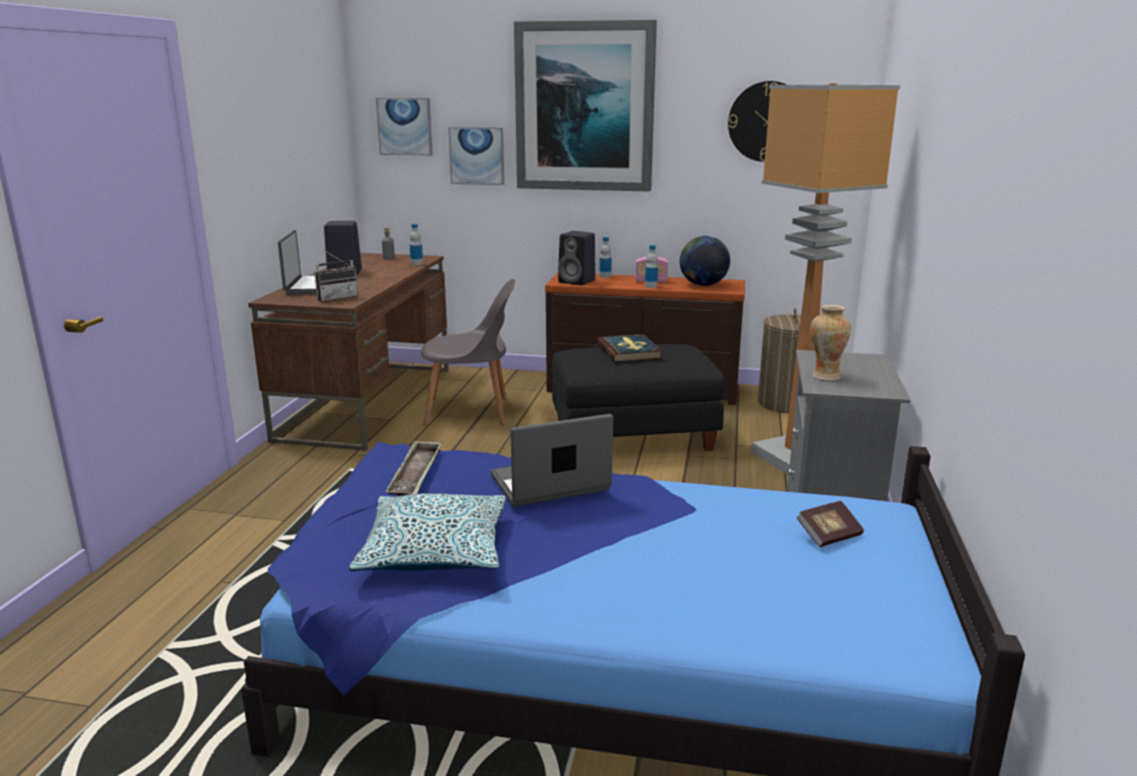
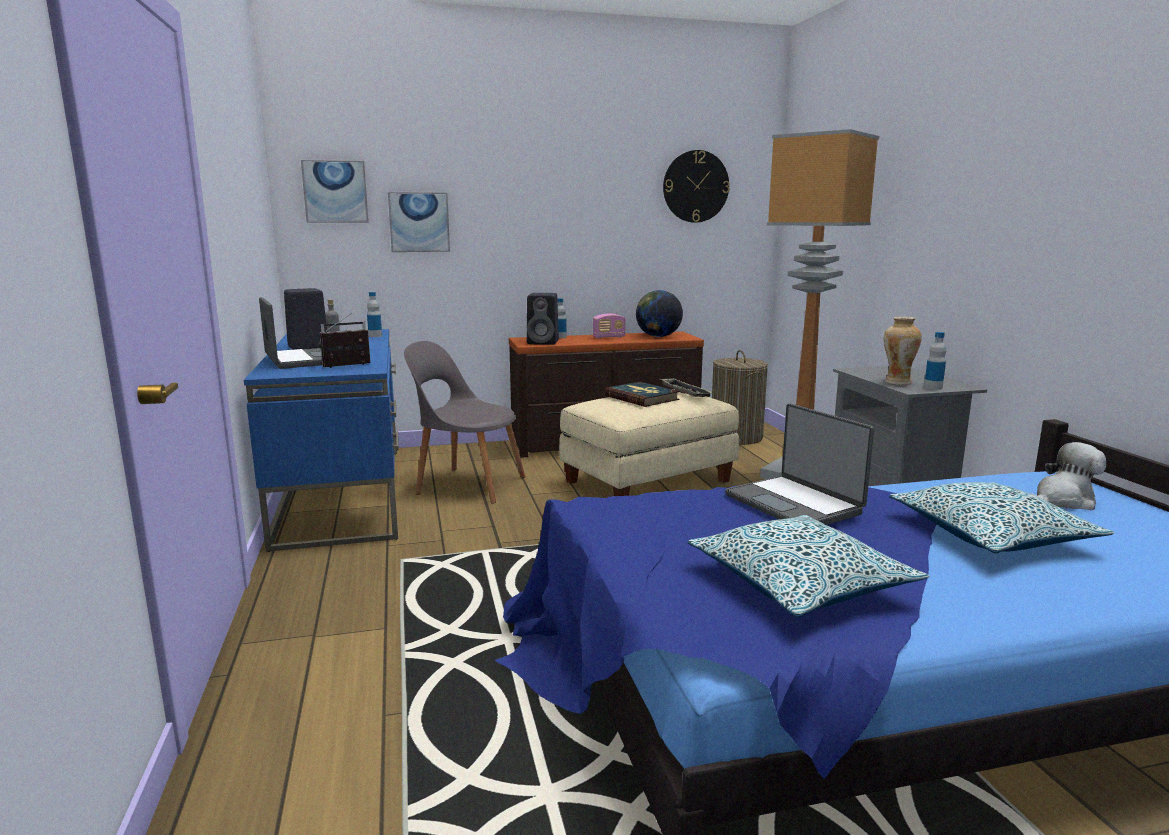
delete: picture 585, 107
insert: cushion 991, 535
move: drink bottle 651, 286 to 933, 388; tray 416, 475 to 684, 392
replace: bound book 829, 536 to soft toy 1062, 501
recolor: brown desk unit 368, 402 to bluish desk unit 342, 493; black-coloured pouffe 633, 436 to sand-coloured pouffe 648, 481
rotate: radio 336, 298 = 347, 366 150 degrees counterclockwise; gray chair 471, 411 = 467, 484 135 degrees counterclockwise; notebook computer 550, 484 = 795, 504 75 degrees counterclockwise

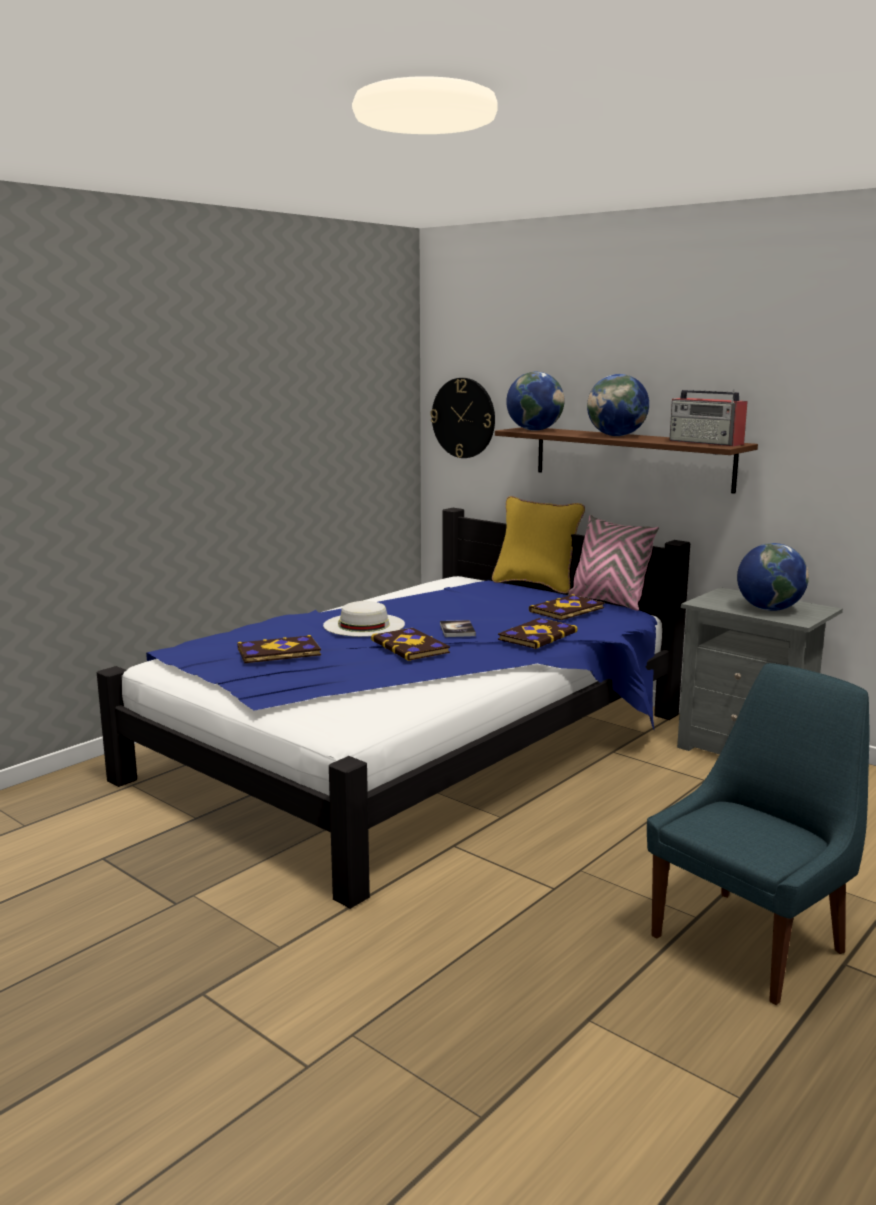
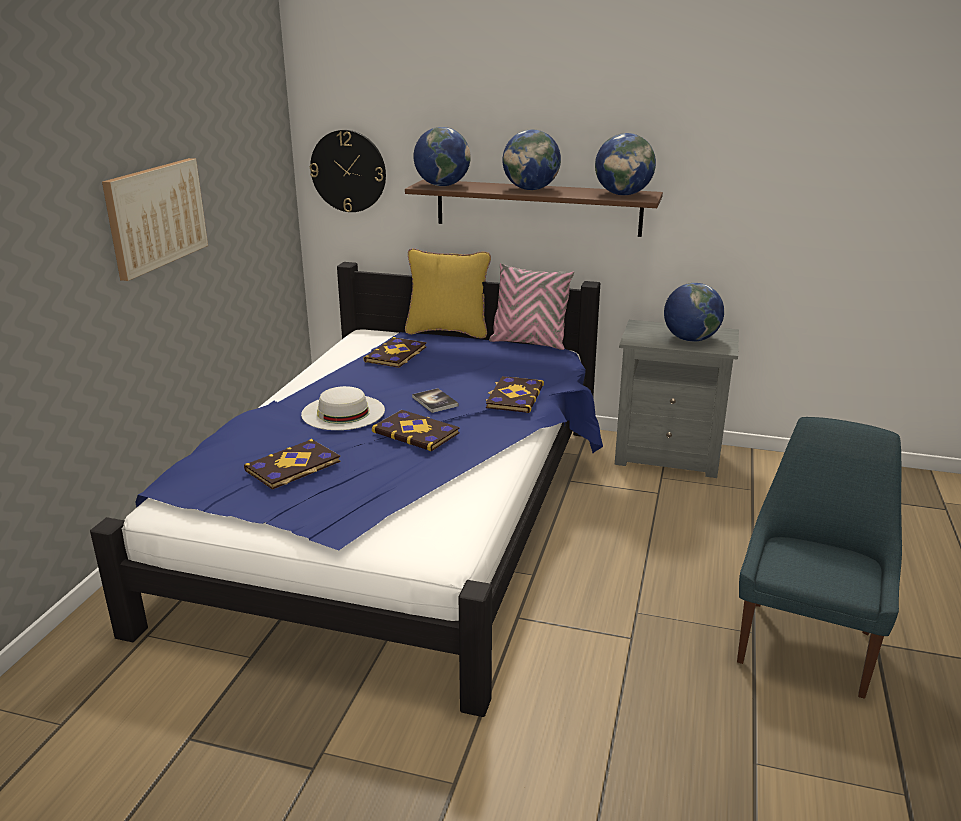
insert: picture 156, 216
move: bound book 567, 610 to 396, 354
replace: radio 706, 443 to world globe 623, 194

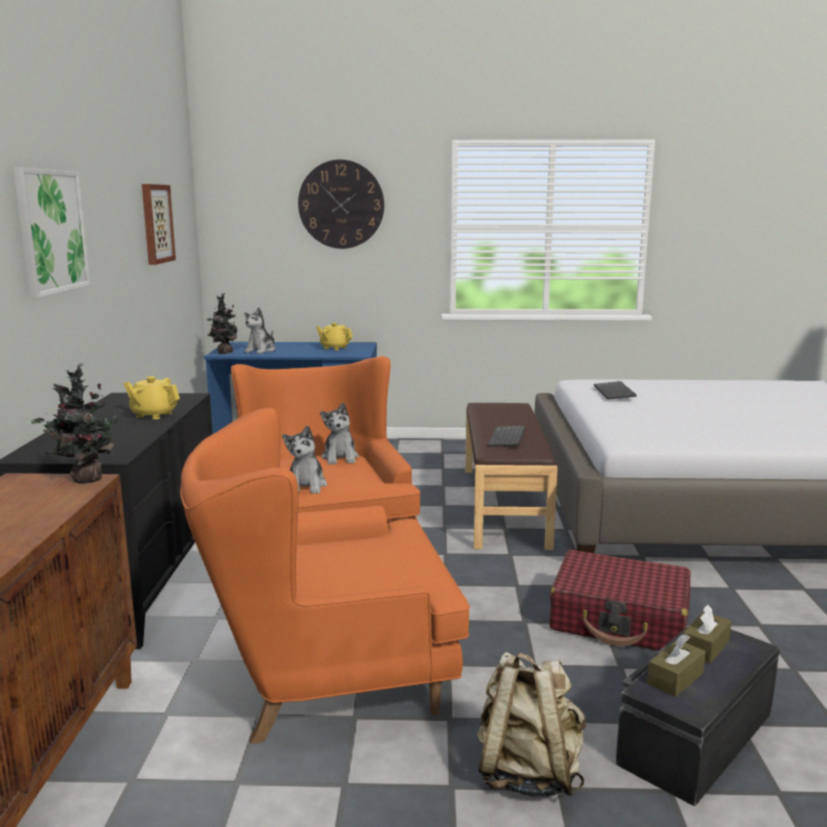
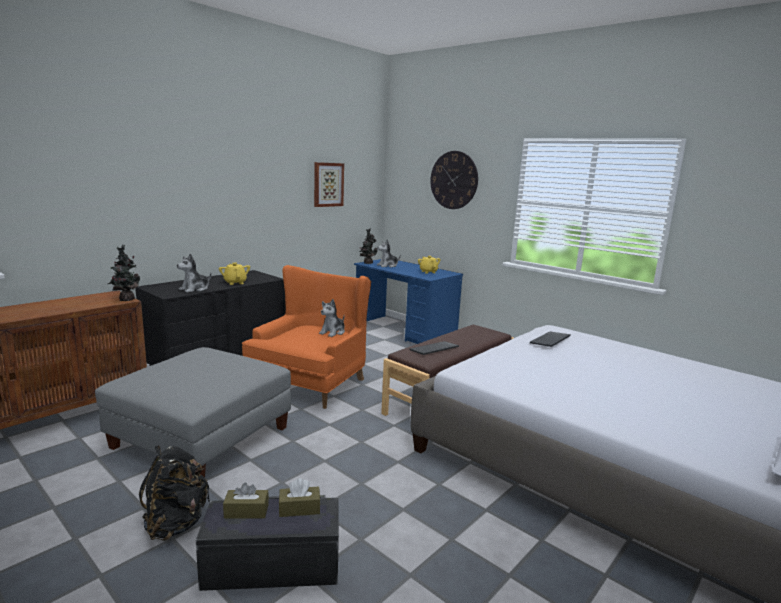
delete: picture 51, 231; red travel case 620, 619
move: soft toy 306, 486 to 195, 289
replace: orangey armchair 326, 674 to gray pouffe 201, 436
recolor: sand-coloured rucksack 527, 773 to black-coloured rucksack 176, 523

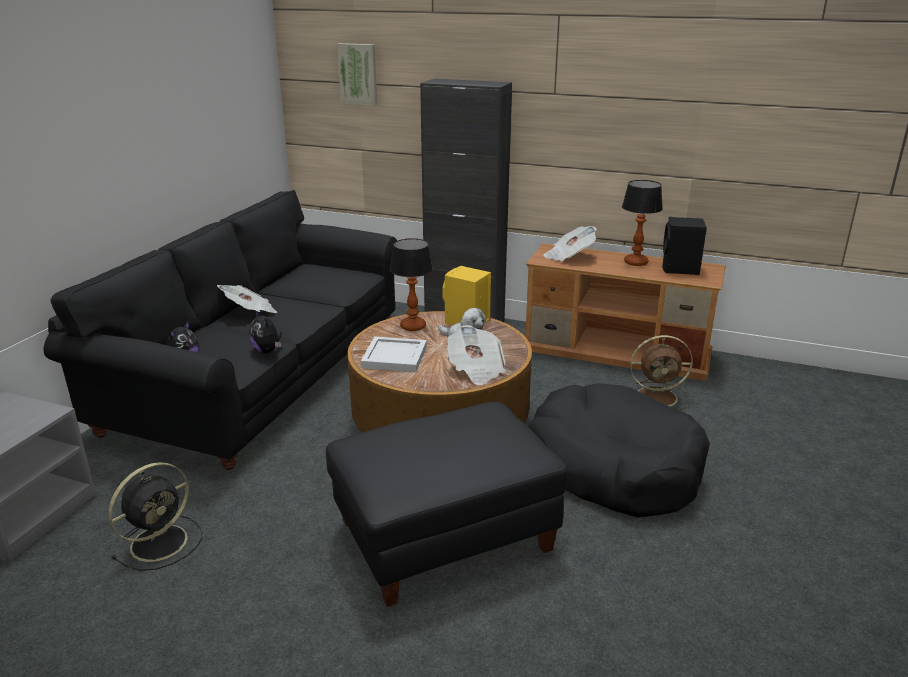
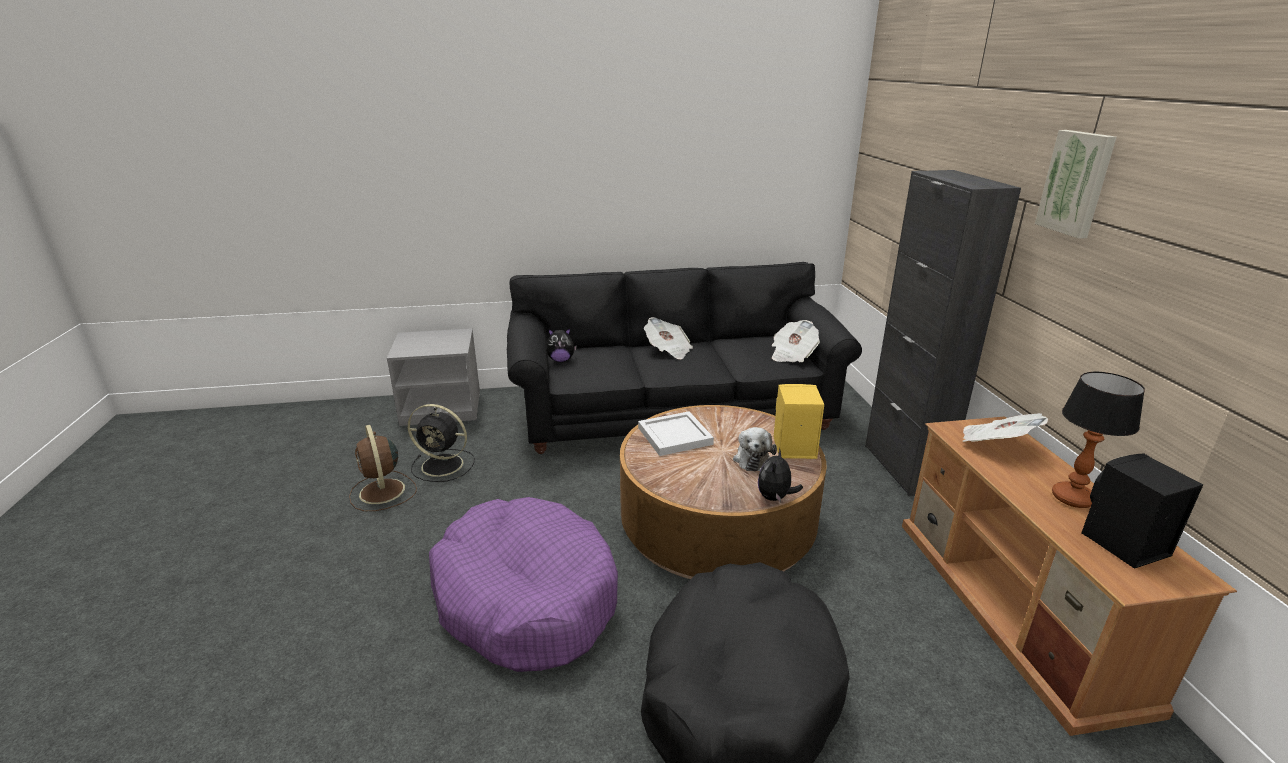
delete: tabletop lamp 412, 327
move: picture 358, 74 to 1076, 183; soft toy 267, 351 to 775, 498; newspaper 476, 370 to 793, 354; brown electric fan 658, 397 to 382, 492
replace: black-coloured pouffe 444, 537 to purple-coloured dog cushion 525, 598

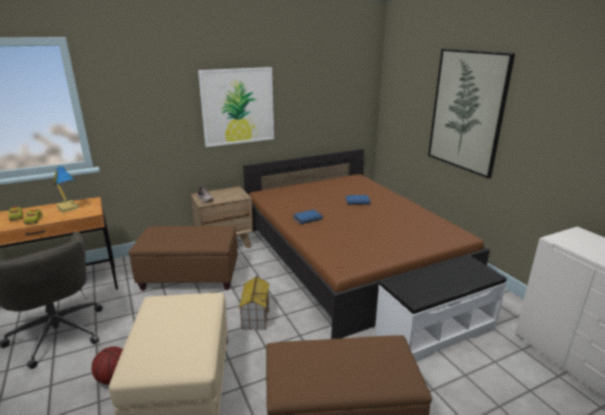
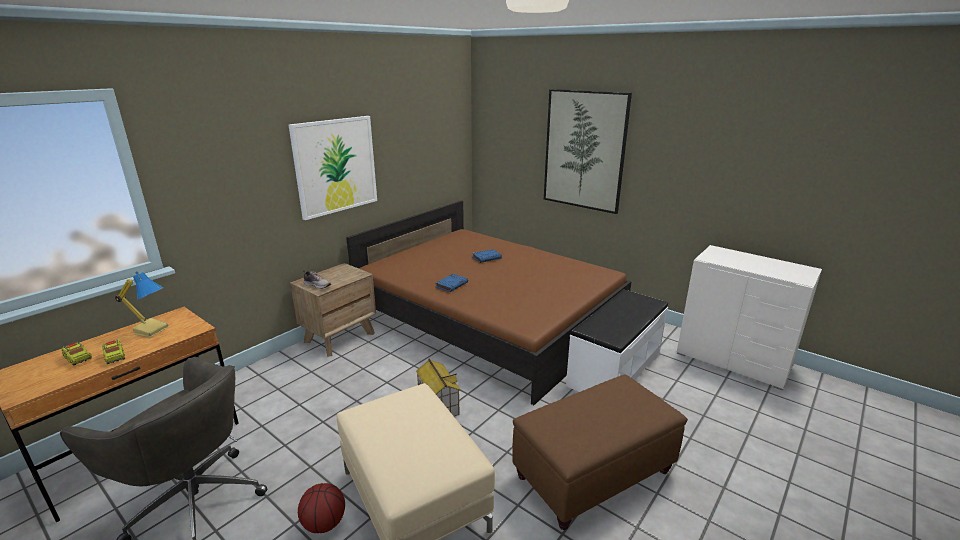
delete: brown pouffe 190, 277

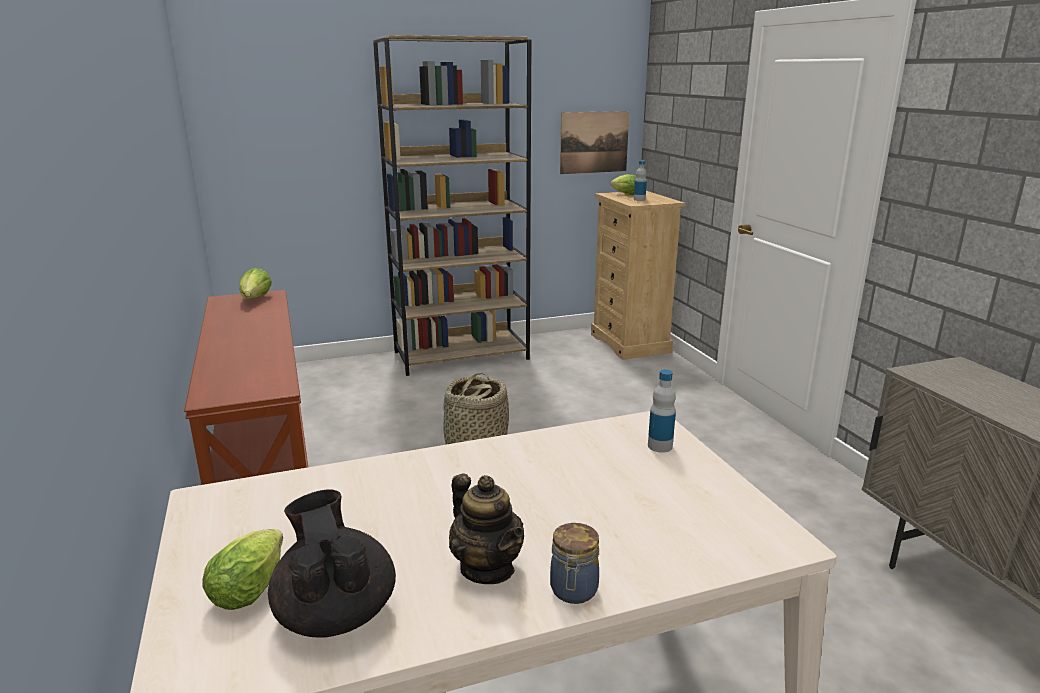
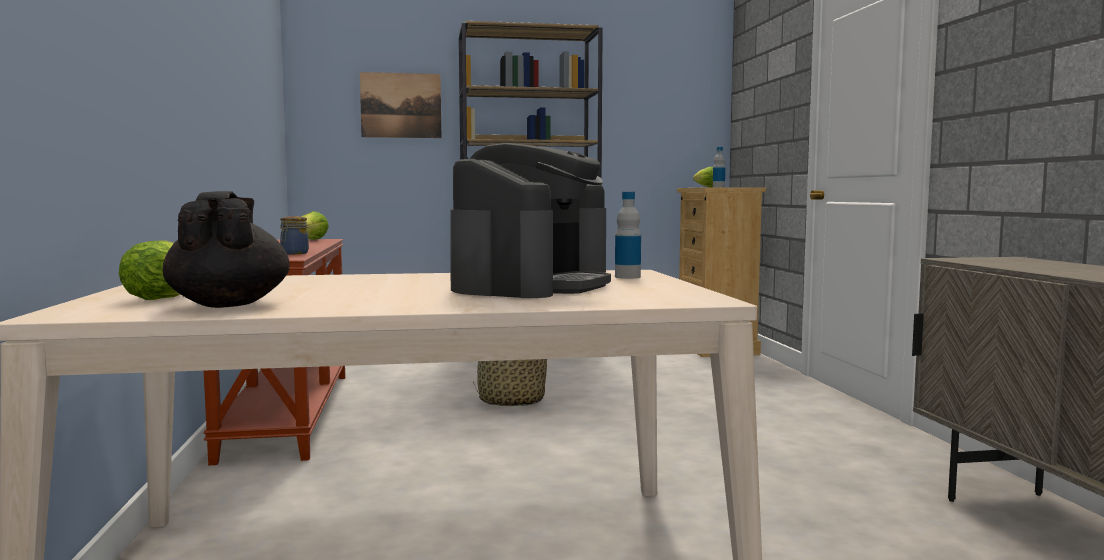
delete: teapot 487, 568
insert: coffee machine 532, 285
move: picture 594, 142 to 401, 105; jar 573, 591 to 293, 253

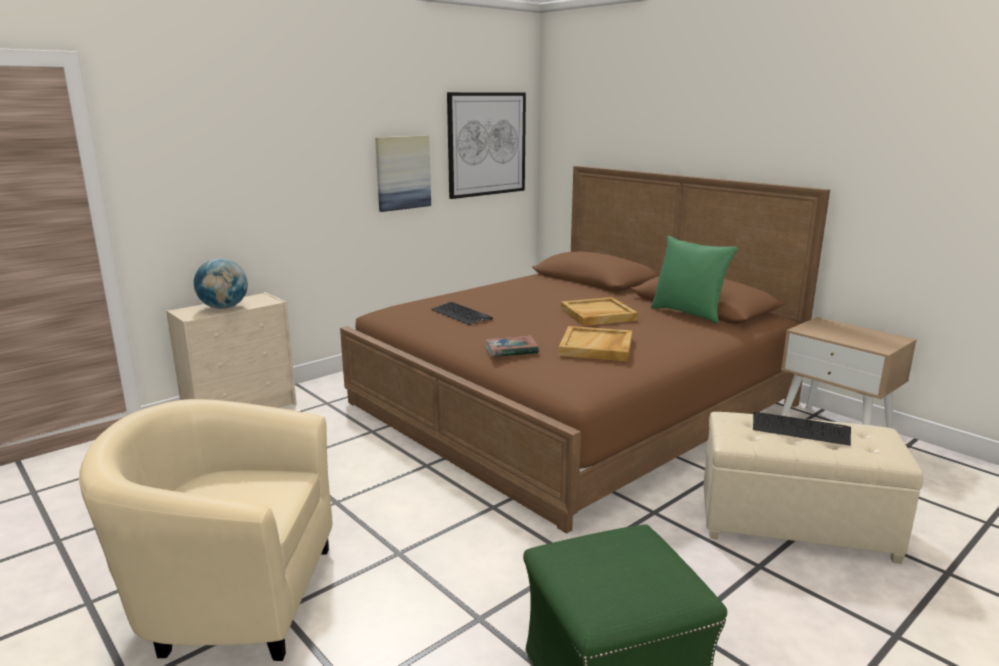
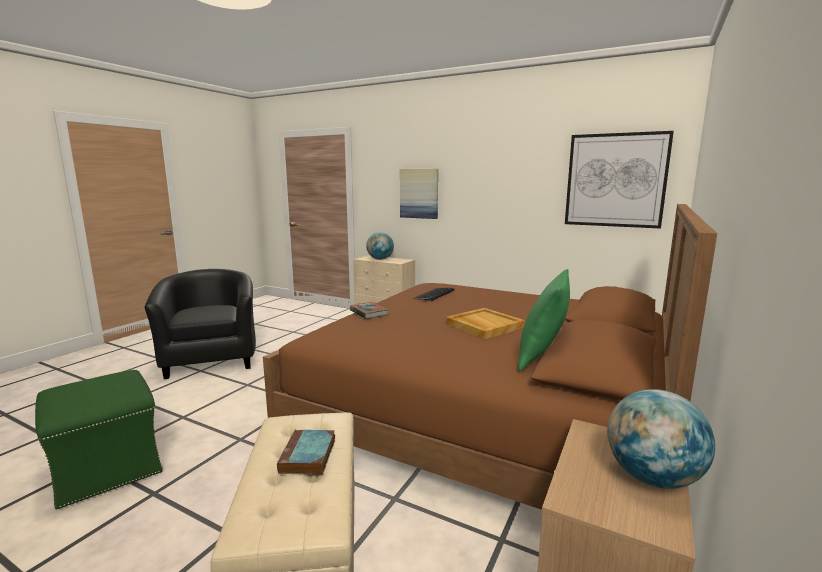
delete: sand-coloured tray 596, 347
insert: world globe 652, 478
move: picture 402, 172 to 419, 193
replace: keyboard 800, 430 to bound book 308, 457
recolor: sand-coloured armchair 230, 597 to black-coloured armchair 212, 359

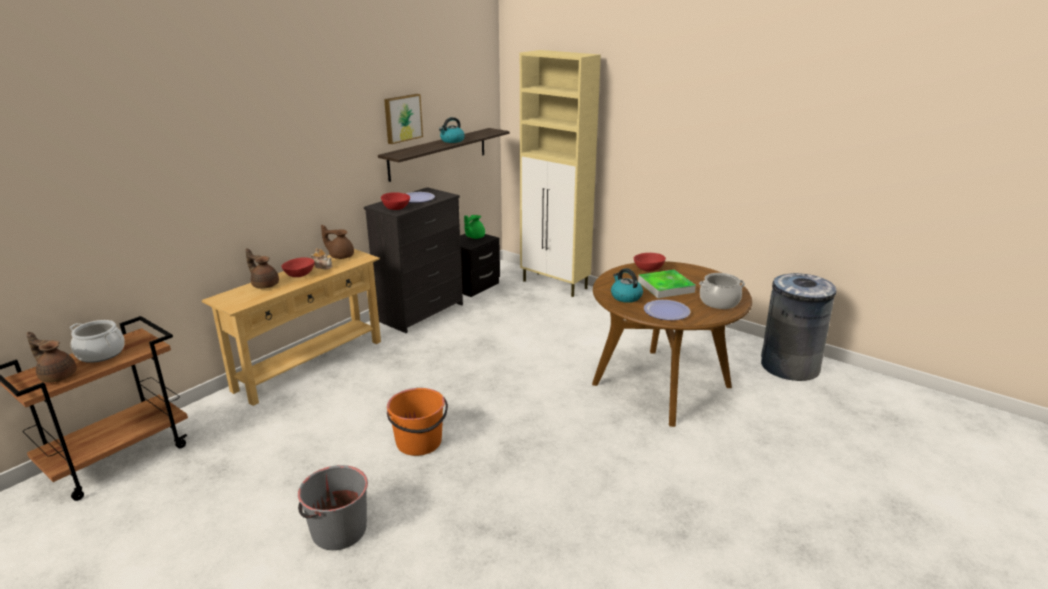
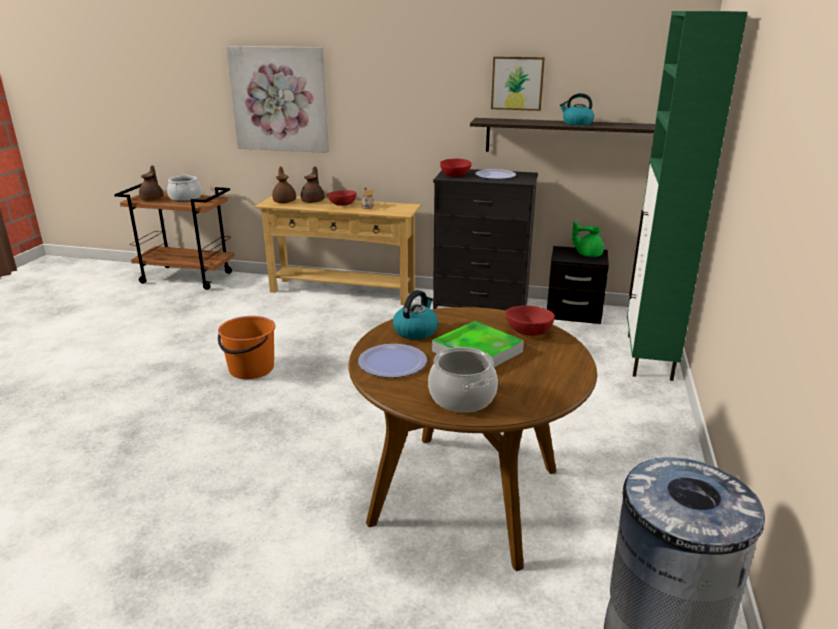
delete: gray pail 338, 531
insert: picture 279, 99
move: brown teapot 340, 256 to 285, 201
recolor: sand-coloured storage cabinet 555, 285 to green storage cabinet 648, 357

